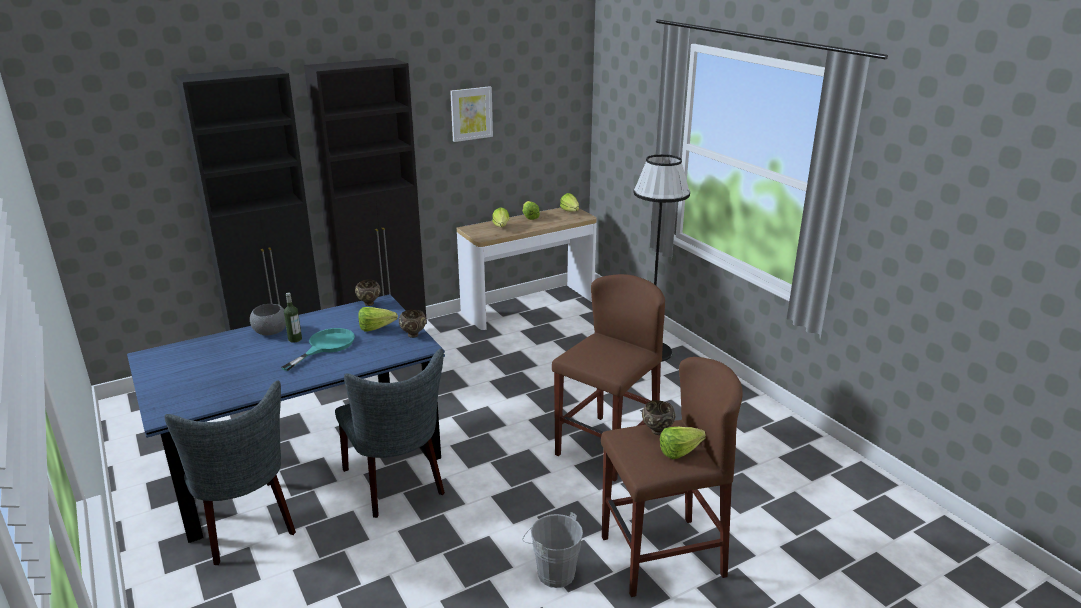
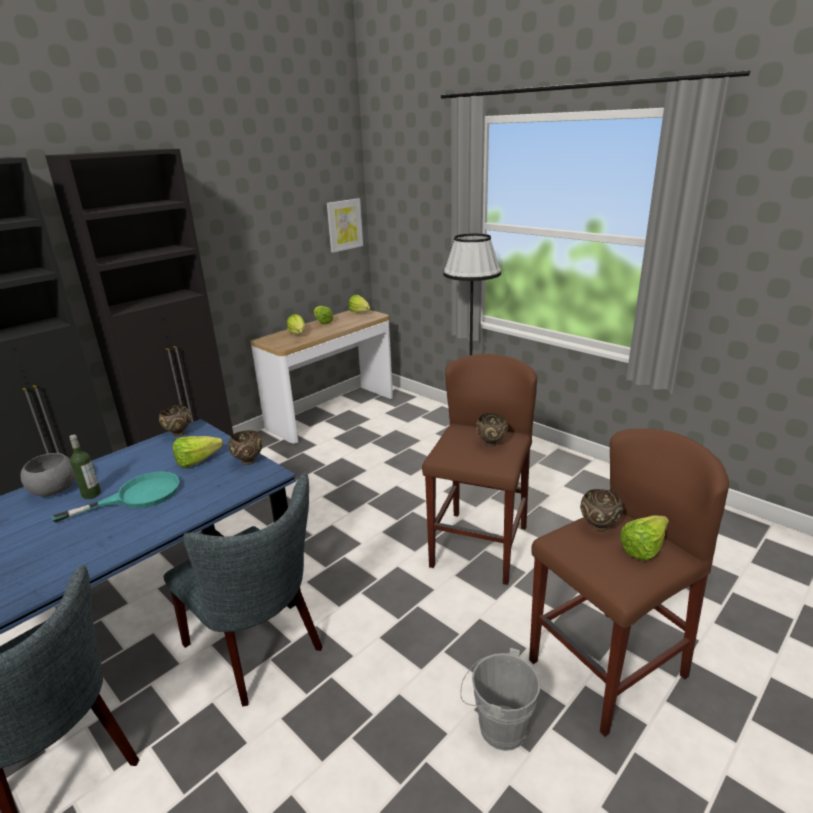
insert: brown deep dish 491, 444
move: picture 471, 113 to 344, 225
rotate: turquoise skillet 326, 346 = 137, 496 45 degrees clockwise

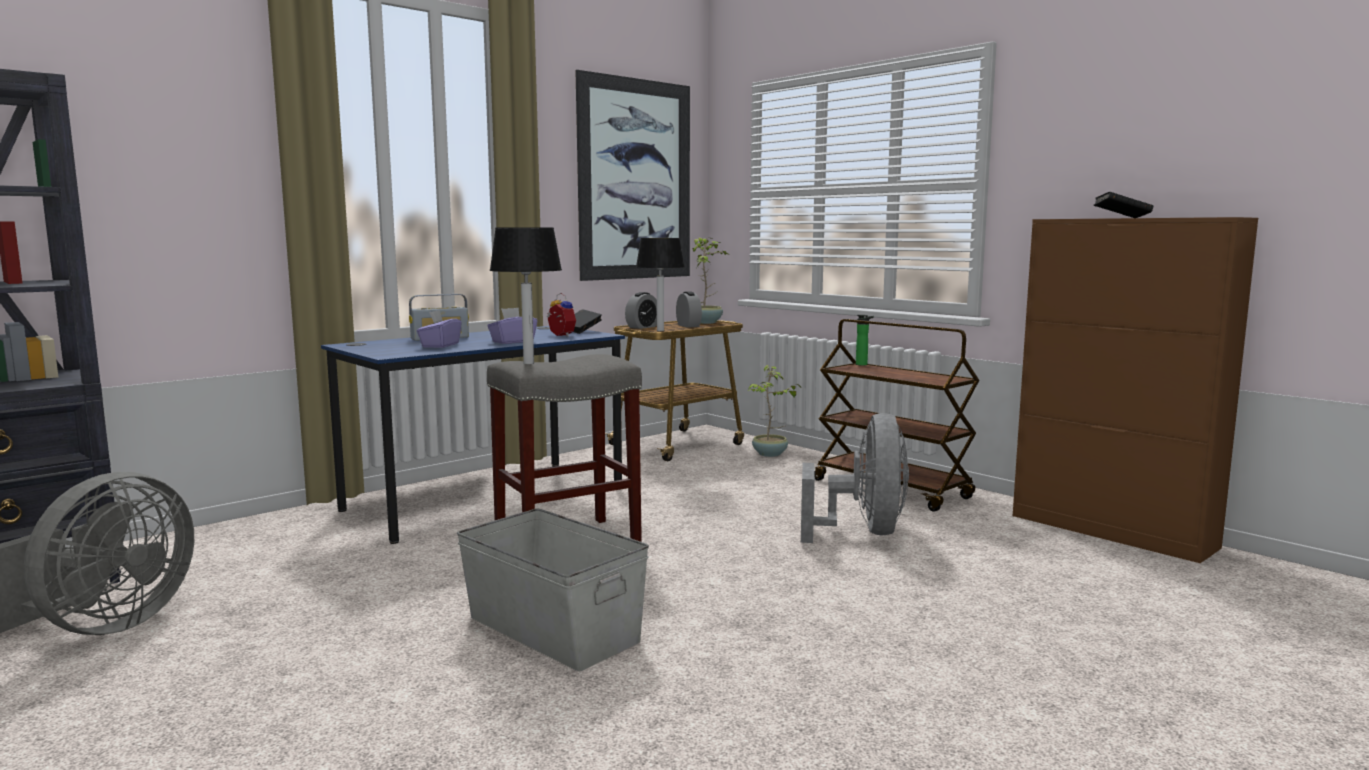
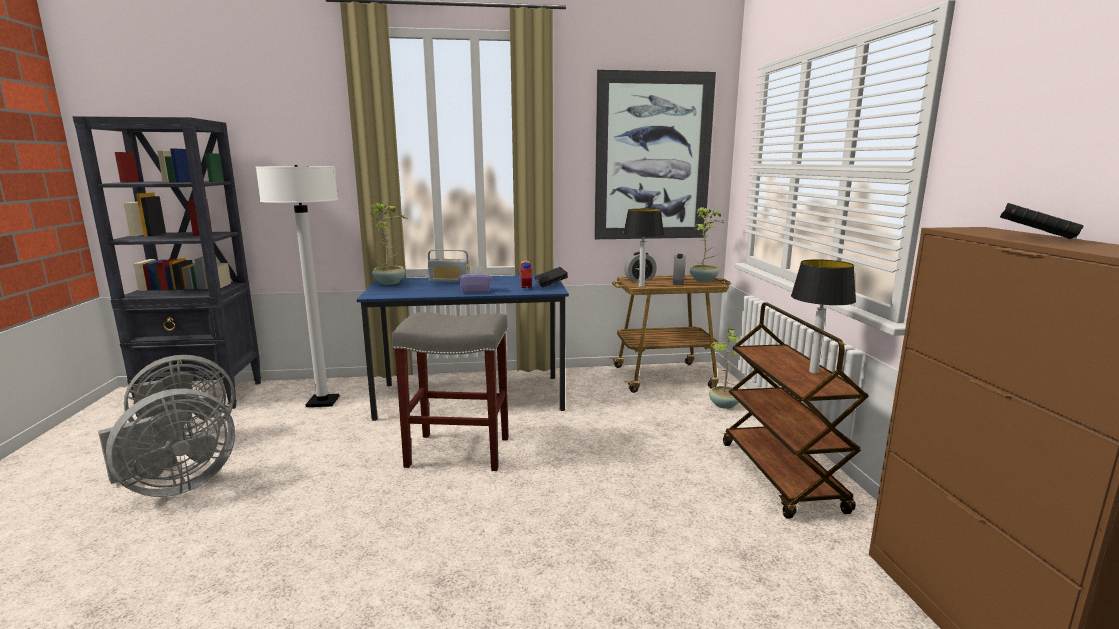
delete: purple-coloured tissue holder 440, 345; drink bottle 863, 364; gray storage container 553, 628
insert: white standard lamp 323, 402; houseplant 390, 282
move: tabletop lamp 529, 363 to 814, 371; gray electric fan 863, 532 to 175, 486

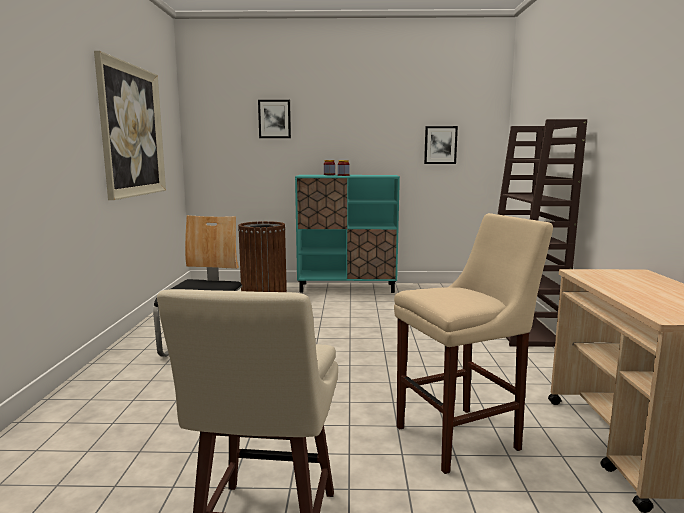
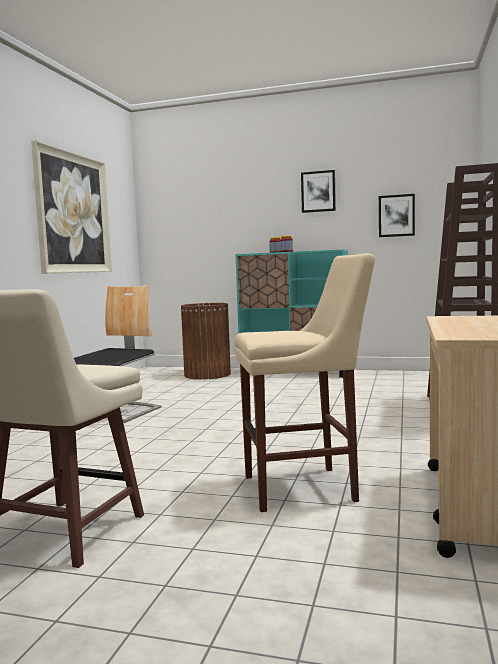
move: picture 274, 119 to 318, 191

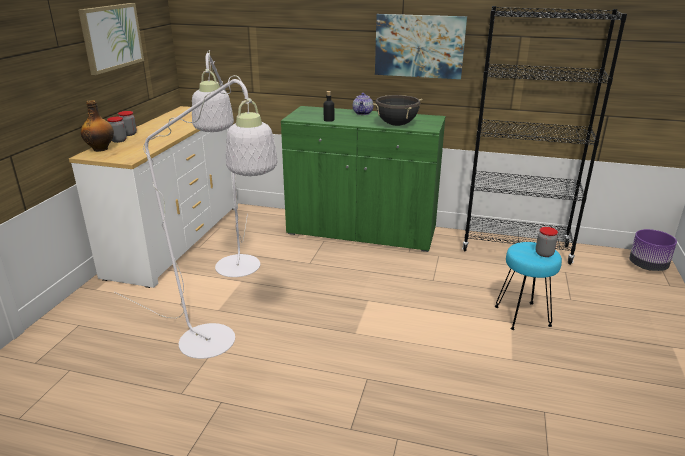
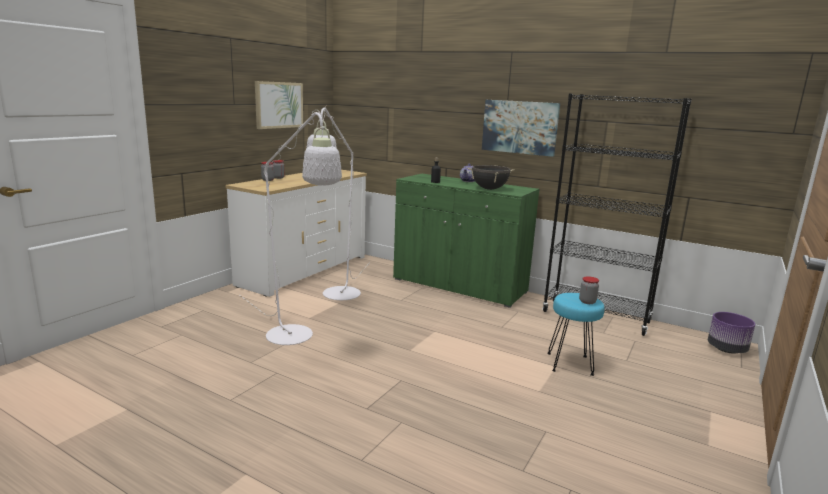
delete: drink bottle 101, 149

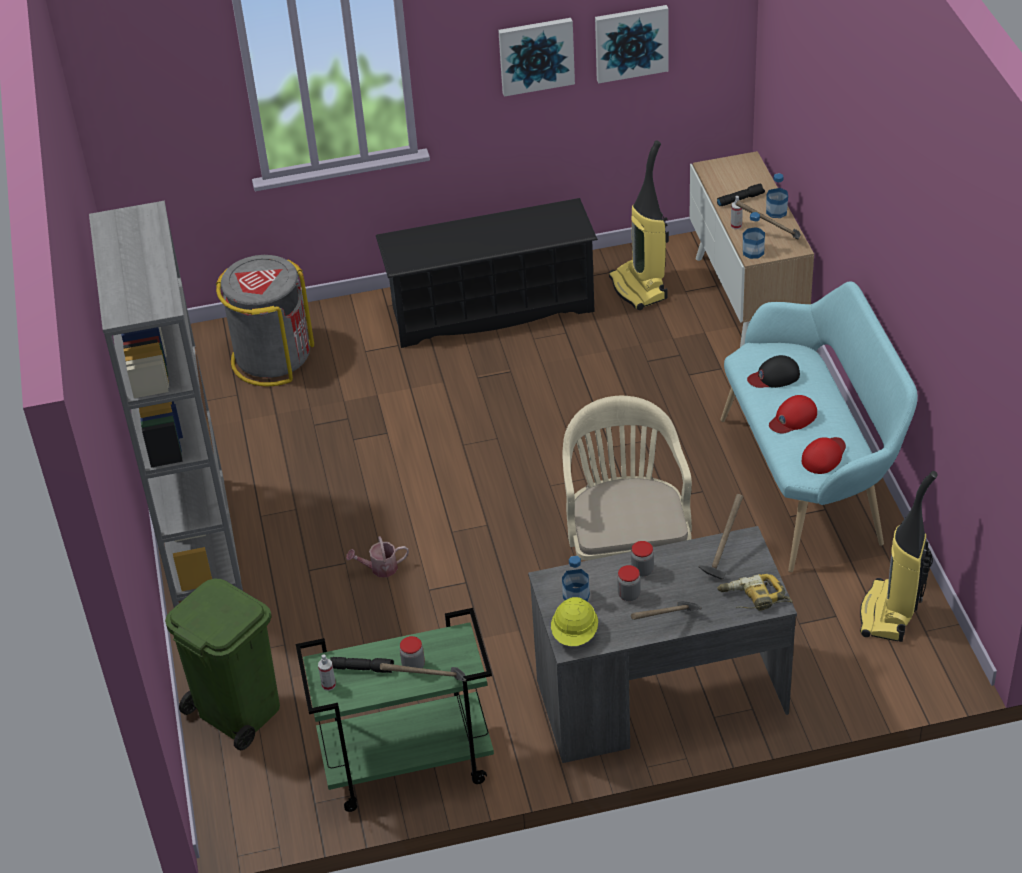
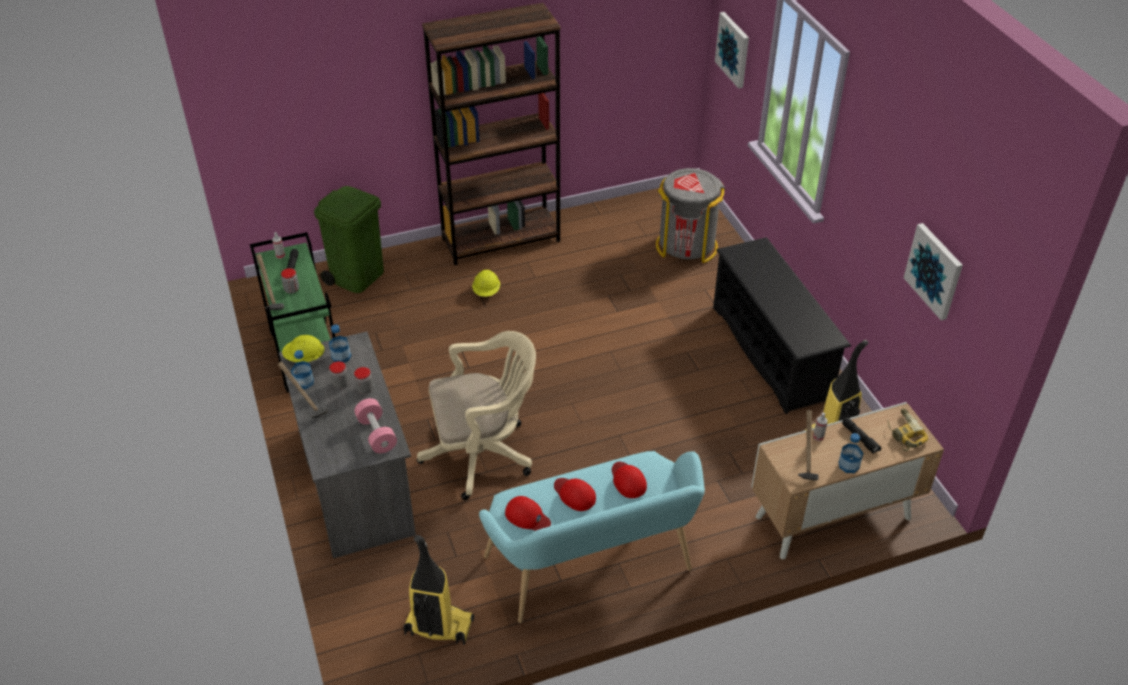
delete: watering pot 380, 568
insert: yellow-coloured hard hat 486, 292
move: picture 536, 55 to 733, 49; drink bottle 753, 252 to 304, 382; electric drill 754, 599 to 903, 433
replace: tool hammer 722, 556 to pink dumbbell 376, 434
recolor: gray shelving unit 199, 542 to brown shelving unit 501, 239; black-coloured cap 774, 376 to red cap 628, 481

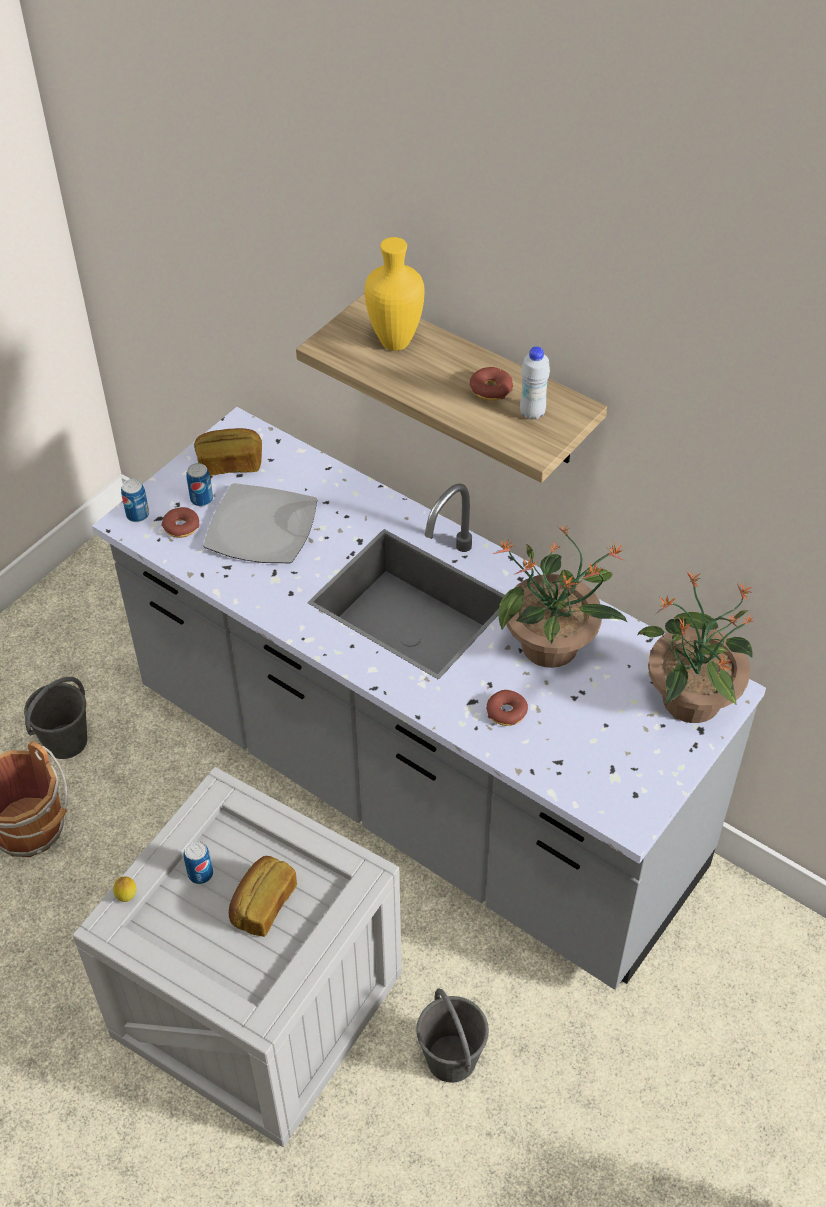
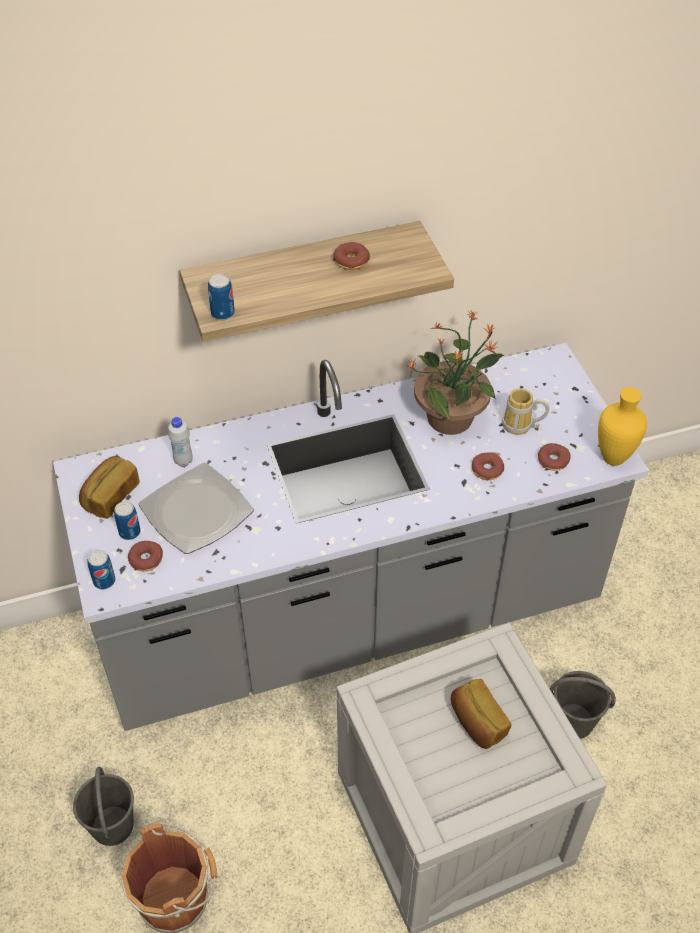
delete: houseplant 690, 701; citrus fruit 127, 897
insert: tea mug 520, 427; donut 553, 461
move: yellow-coloured flower vase 397, 342 to 614, 457; white drink bottle 532, 413 to 183, 461; metal can 200, 874 to 222, 313

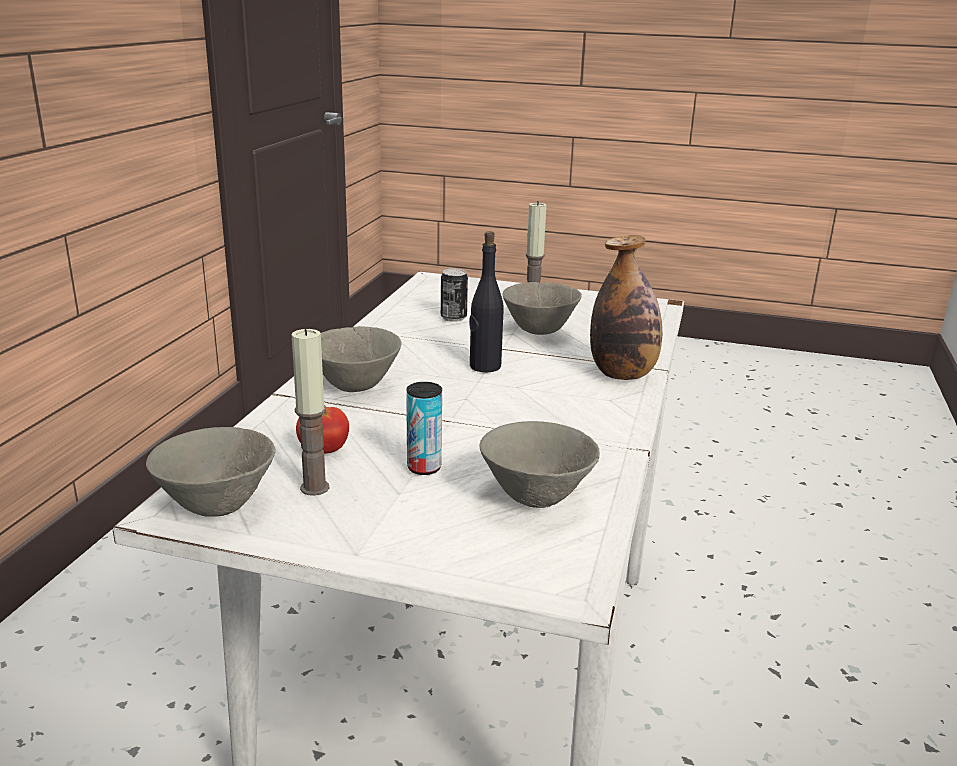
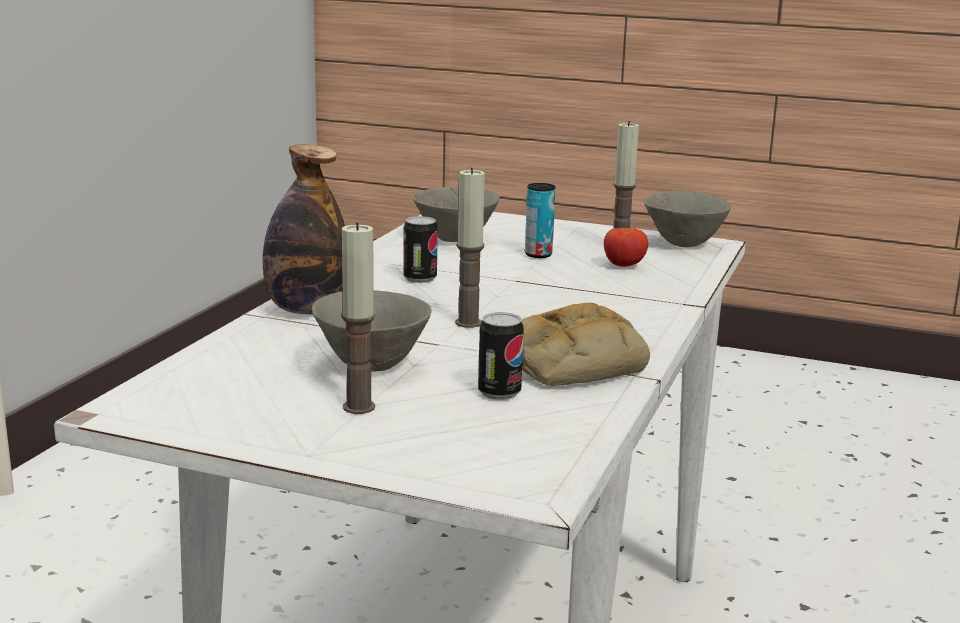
delete: gray deep dish 355, 387
insert: metal can 420, 278; baked bread 572, 363
replace: black-coloured drink bottle 484, 366 to candle 468, 323

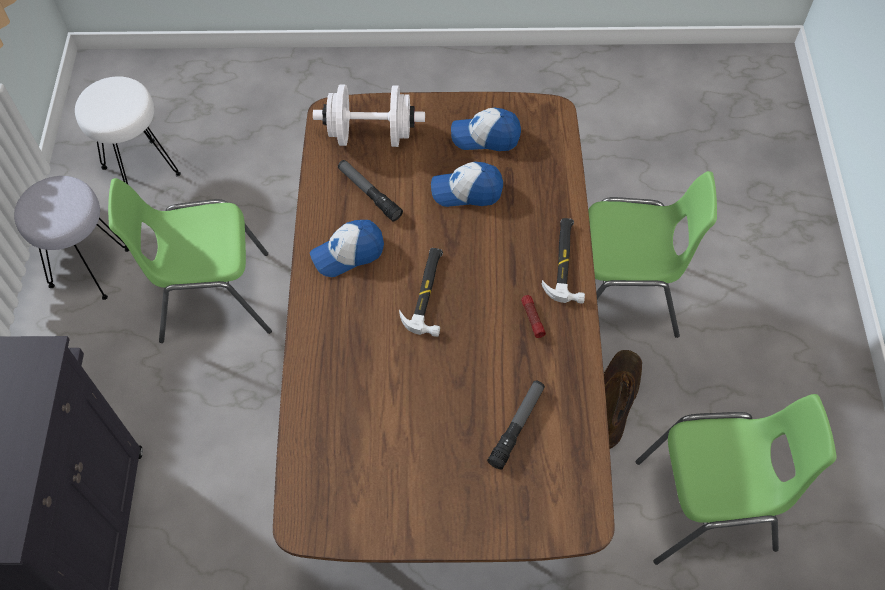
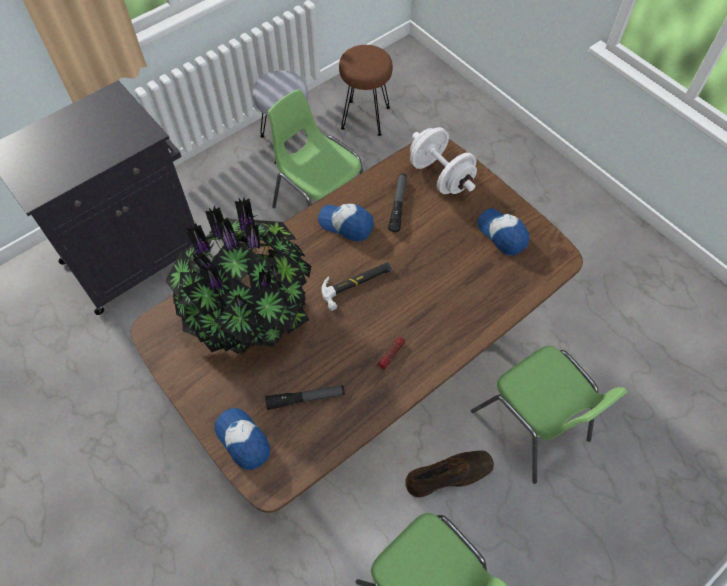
delete: tool hammer 565, 262
insert: houseplant 250, 312
move: cap 466, 191 to 243, 440
recolor: white stool 141, 170 to brown stool 365, 117

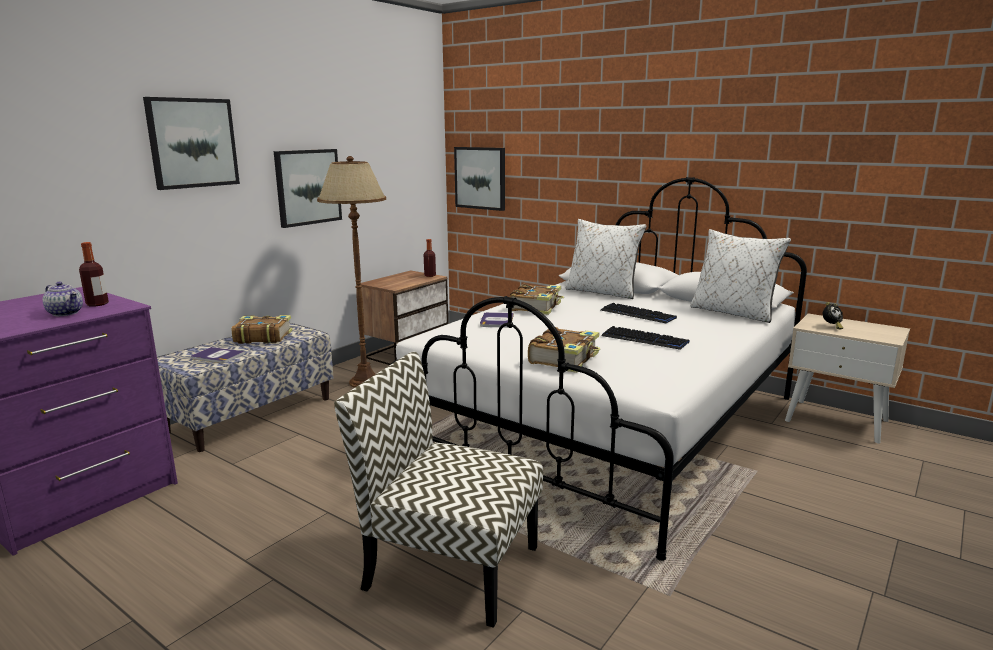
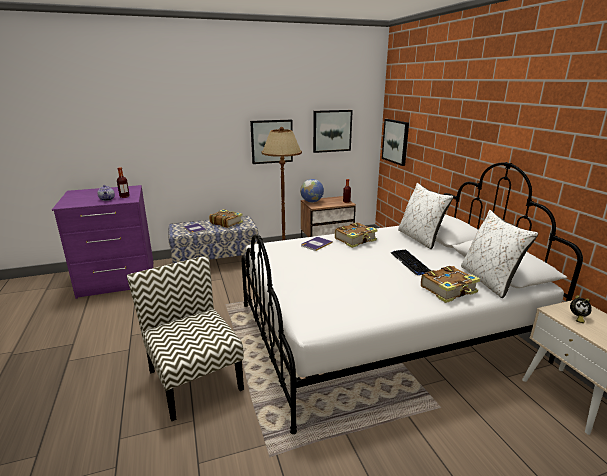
delete: keyboard 644, 340
insert: world globe 312, 202
move: picture 192, 143 to 332, 131; bound book 565, 359 to 449, 290

